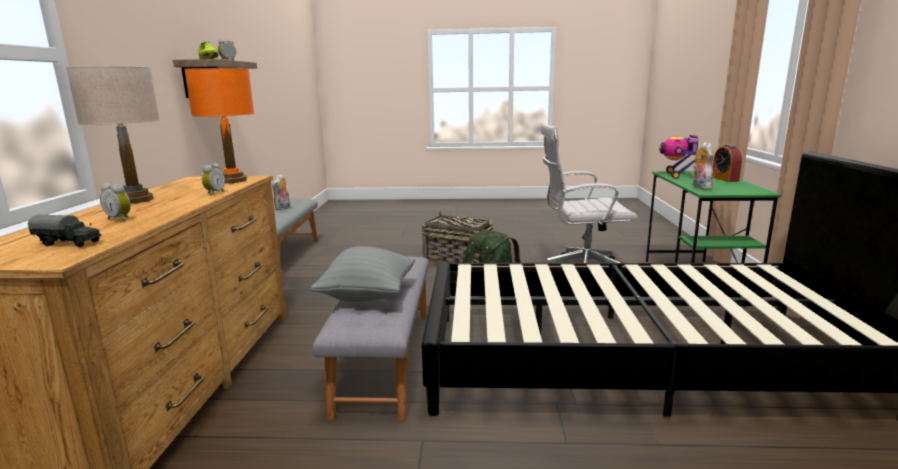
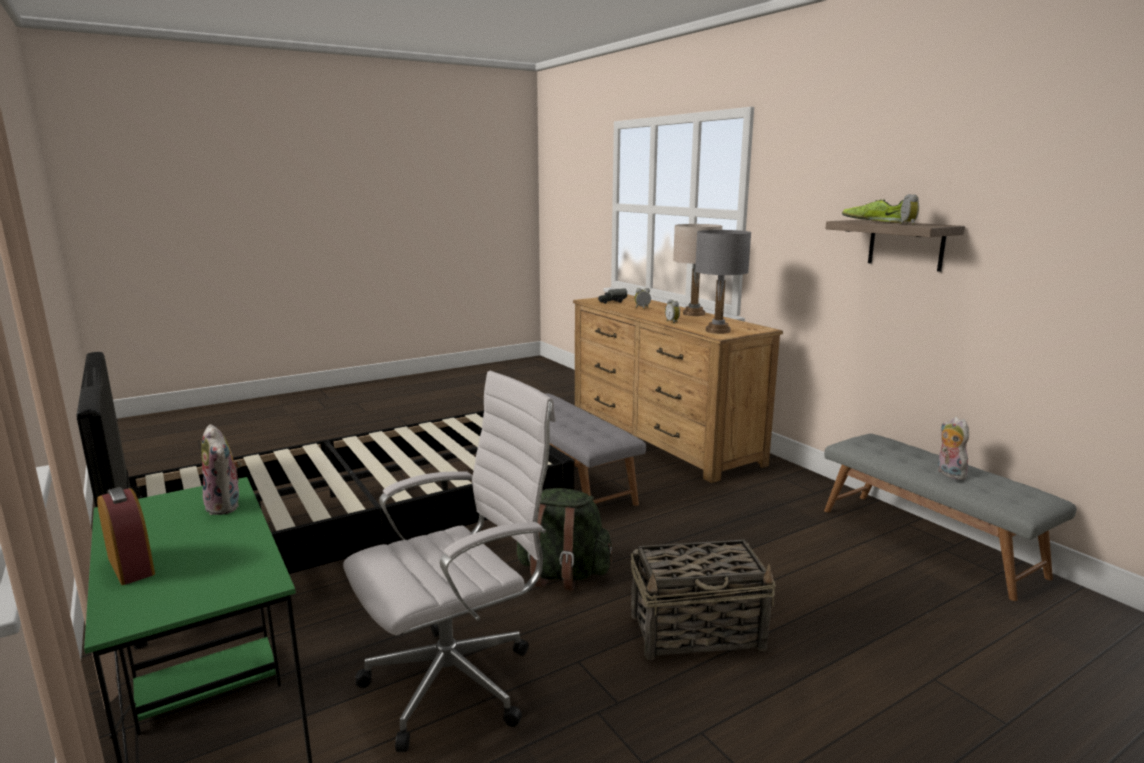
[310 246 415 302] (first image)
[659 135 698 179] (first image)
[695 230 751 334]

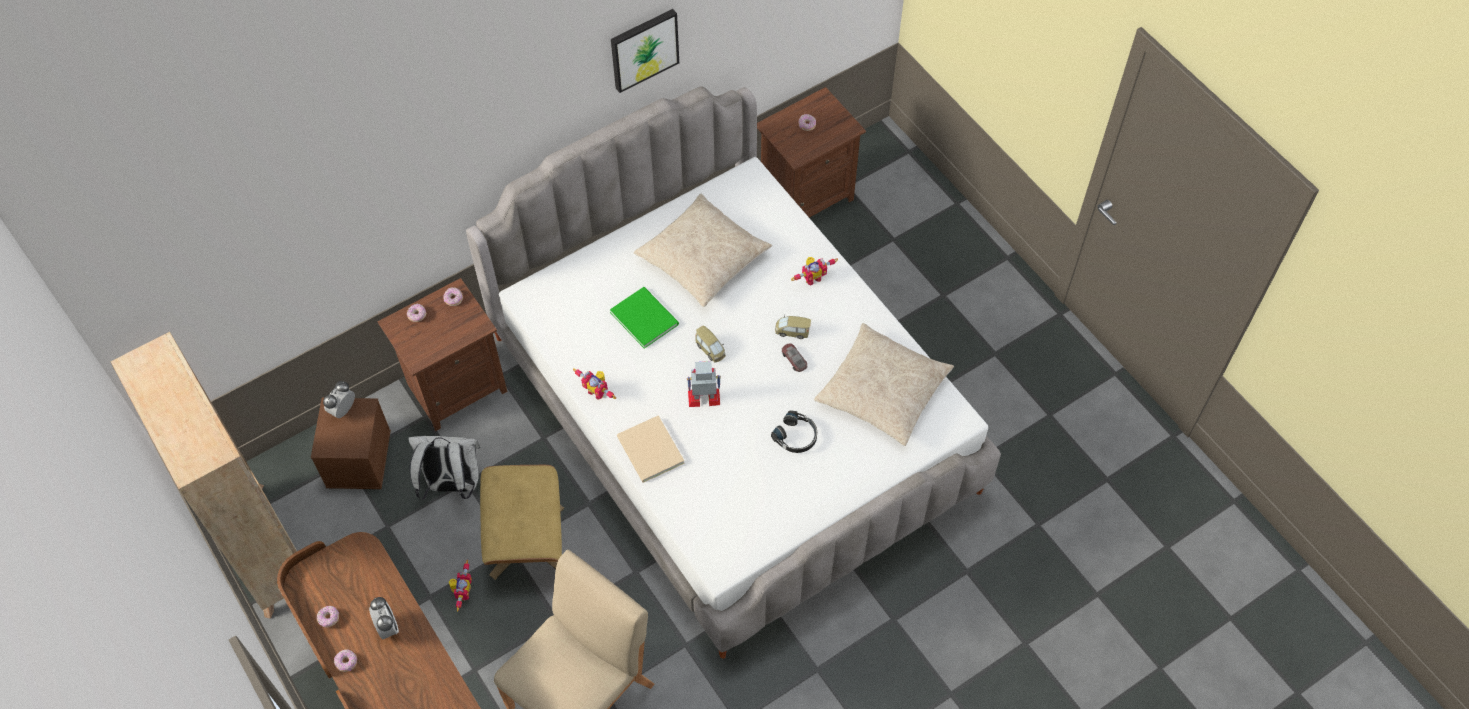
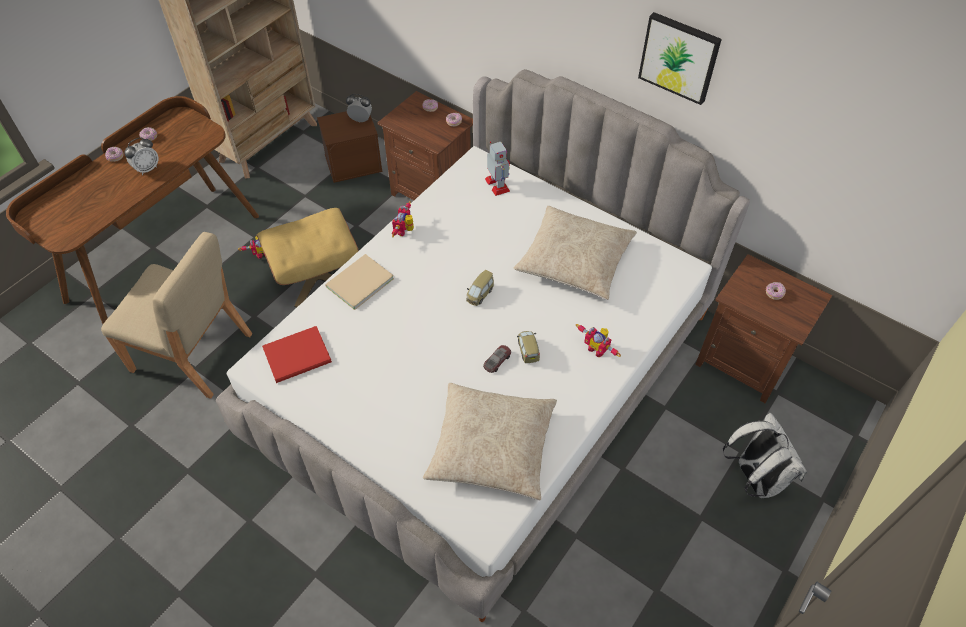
[610 287 679 349] (first image)
[771 410 817 453] (first image)
[262 326 332 383]
[723 413 807 498]
[485 141 510 196]

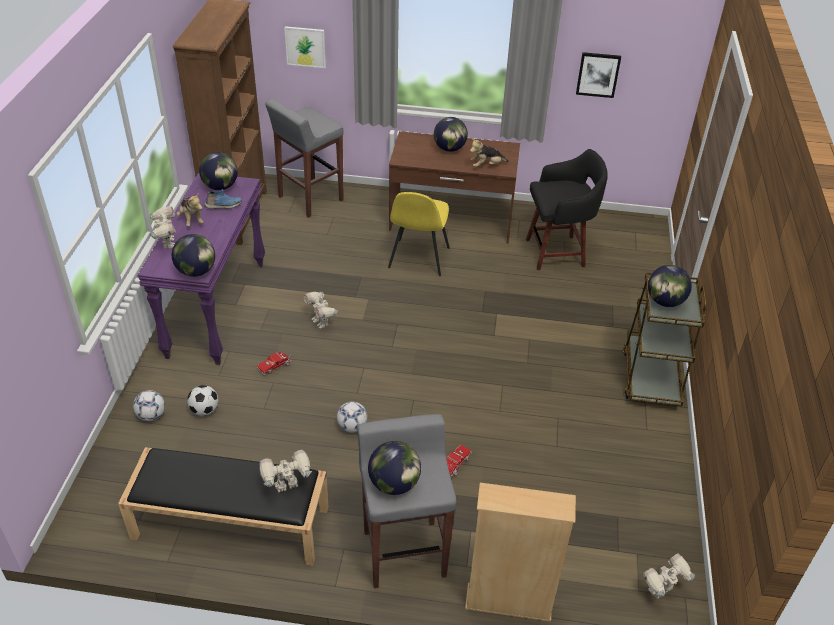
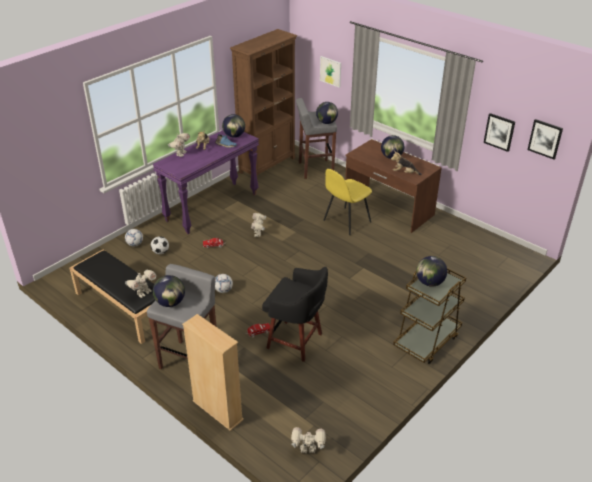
[527 119 563 159]
[316 102 338 124]
[262 267 328 362]
[125 270 156 298]

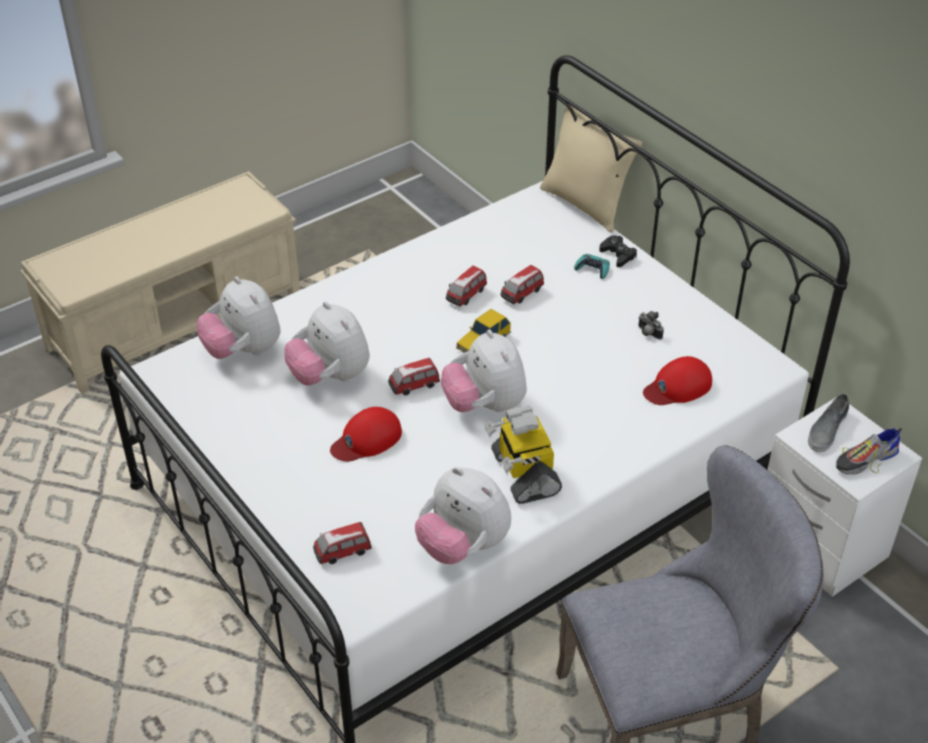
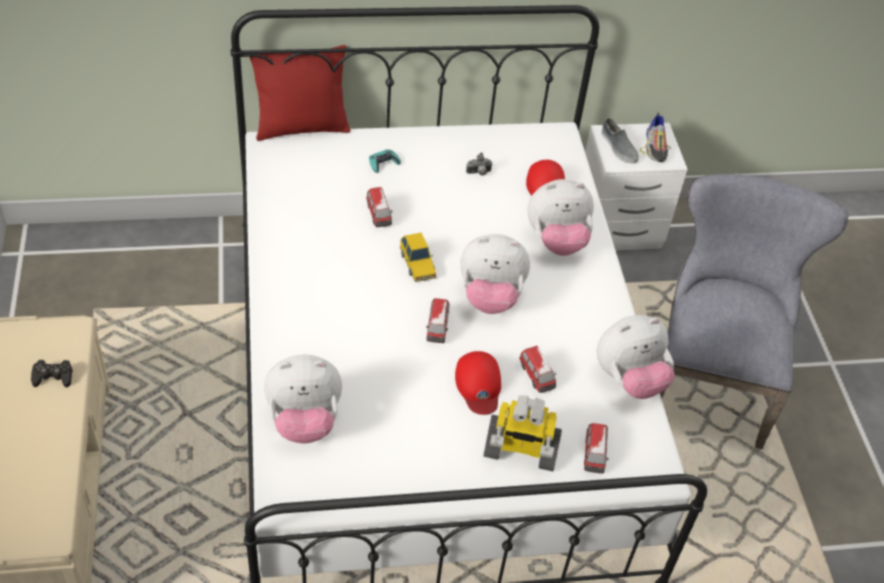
[527 179 594 256]
[520 346 556 393]
[483 396 562 472]
[31 360 73 388]
[250 45 350 141]

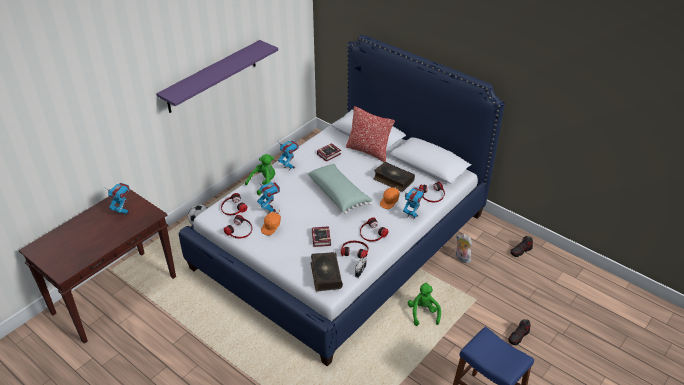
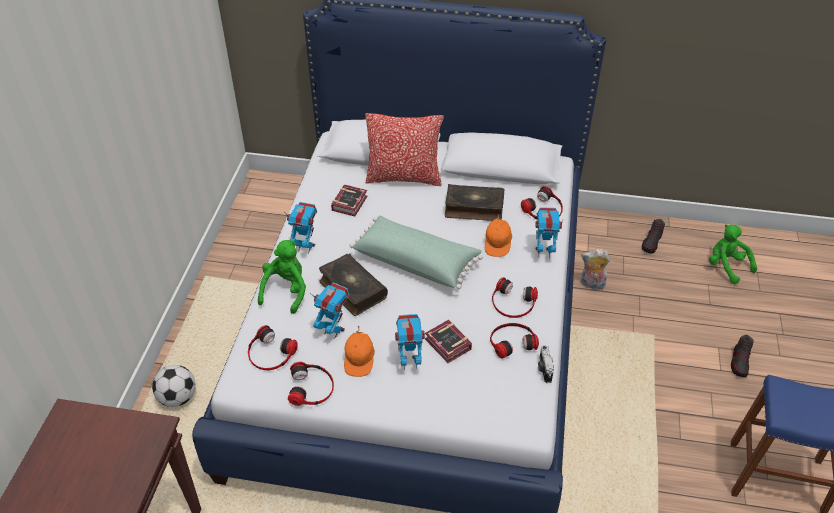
[156 40 278 113] (first image)
[395 314 425 370]
[319 253 388 316]
[709 224 757 284]

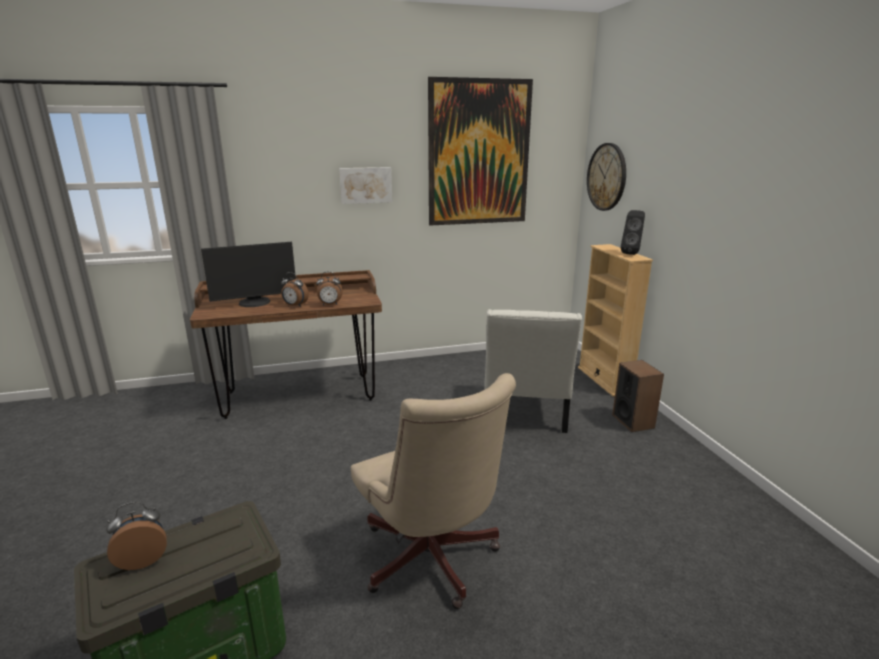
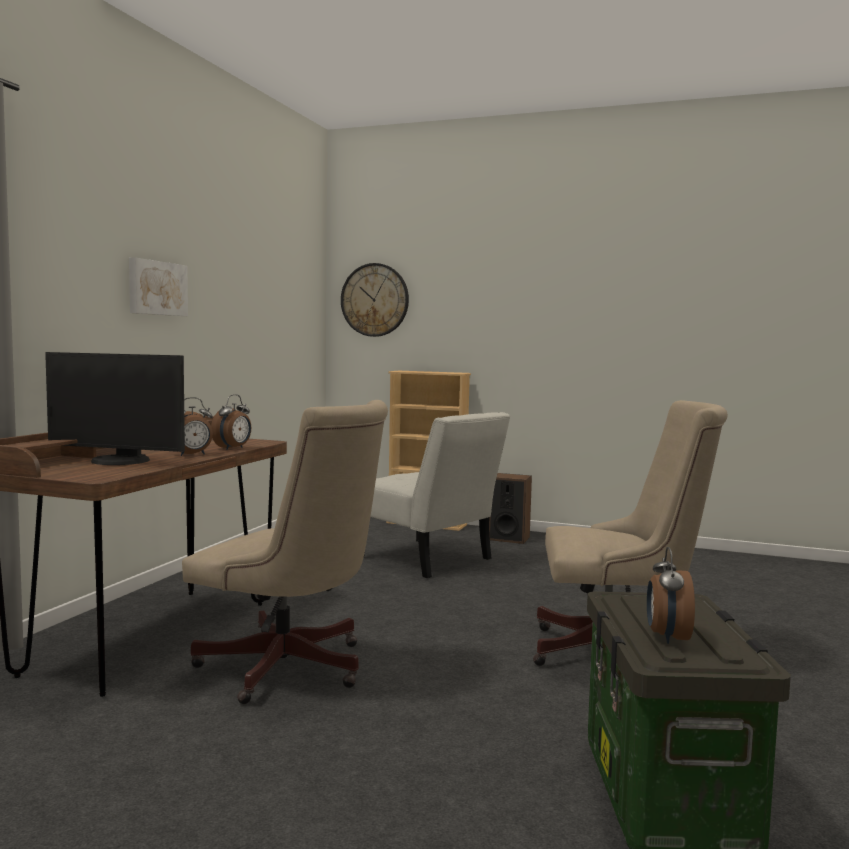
[428 77 533 226] (first image)
[621 210 645 255] (first image)
[182 400 388 704]
[45 352 185 465]

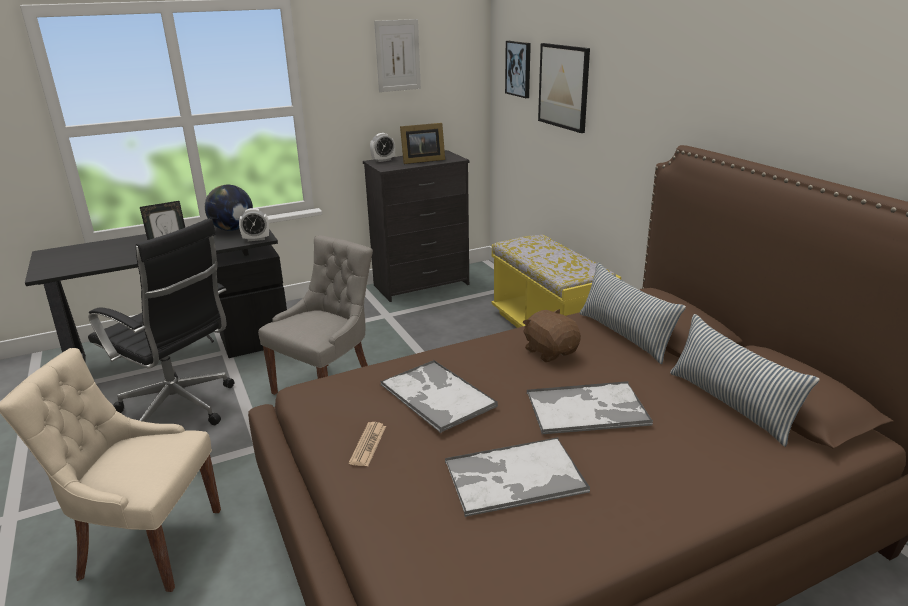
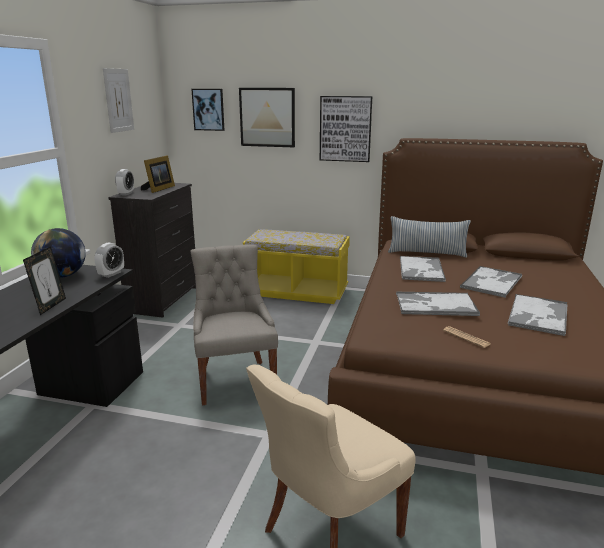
[88 218 234 425] (first image)
[670 314 820 447] (first image)
[320 96 372 162]
[400 256 446 282]

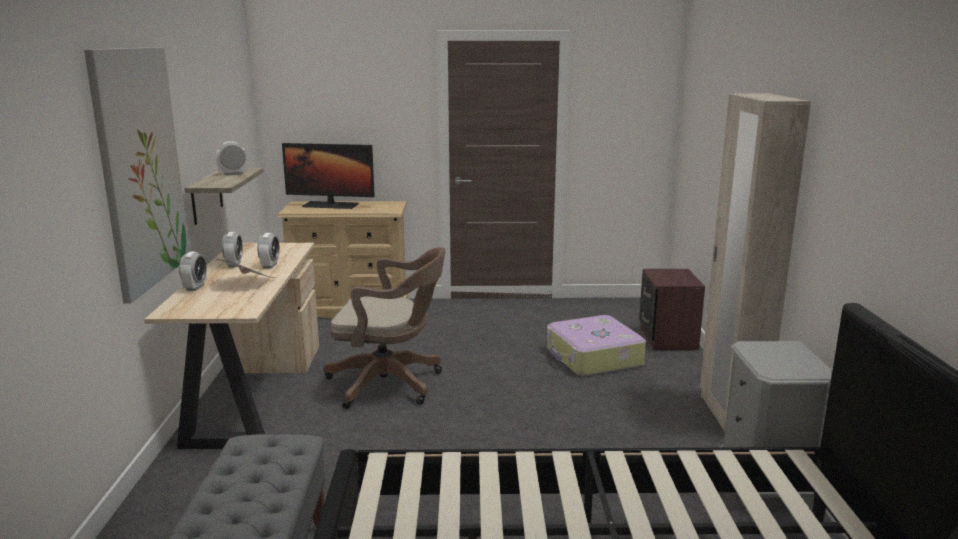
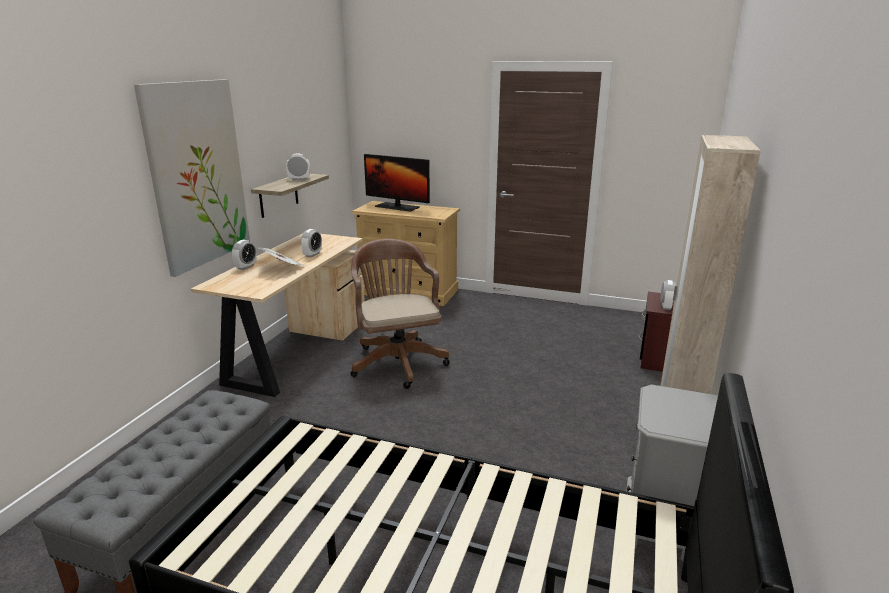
[547 315 646 376] (first image)
[661 280 676 310]
[350 239 450 389]

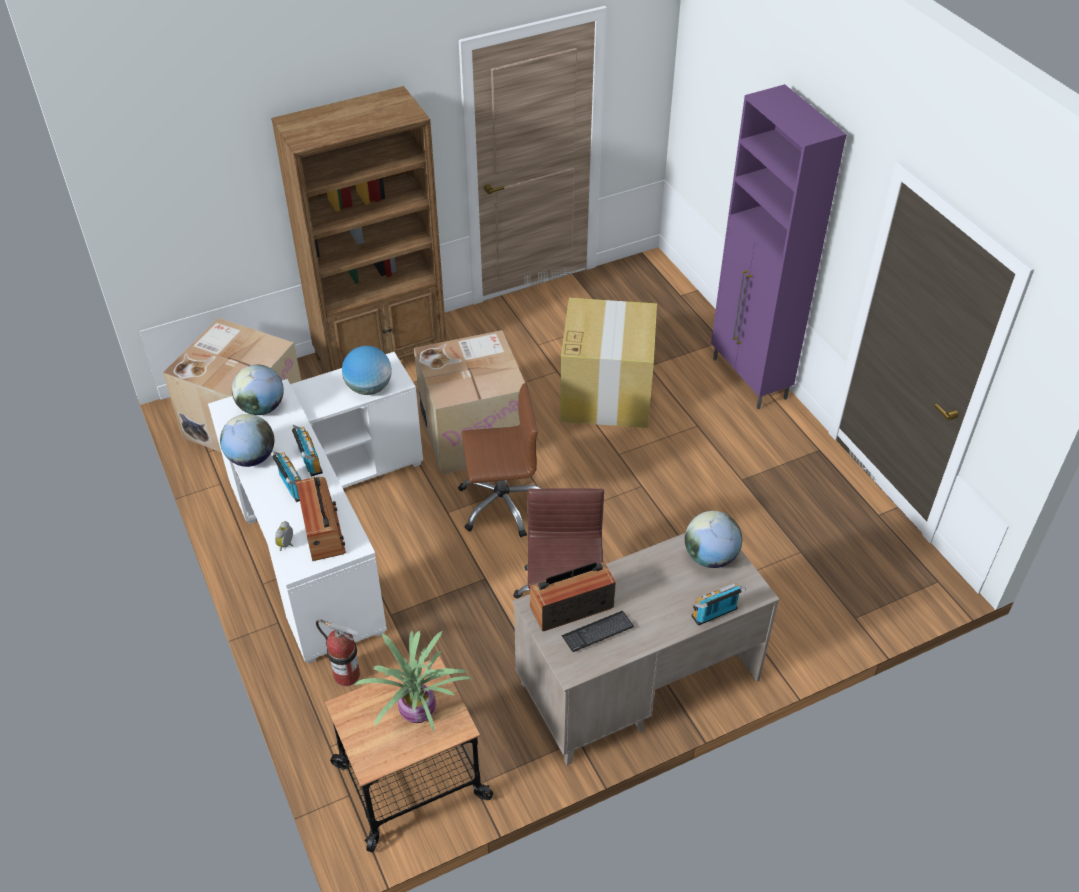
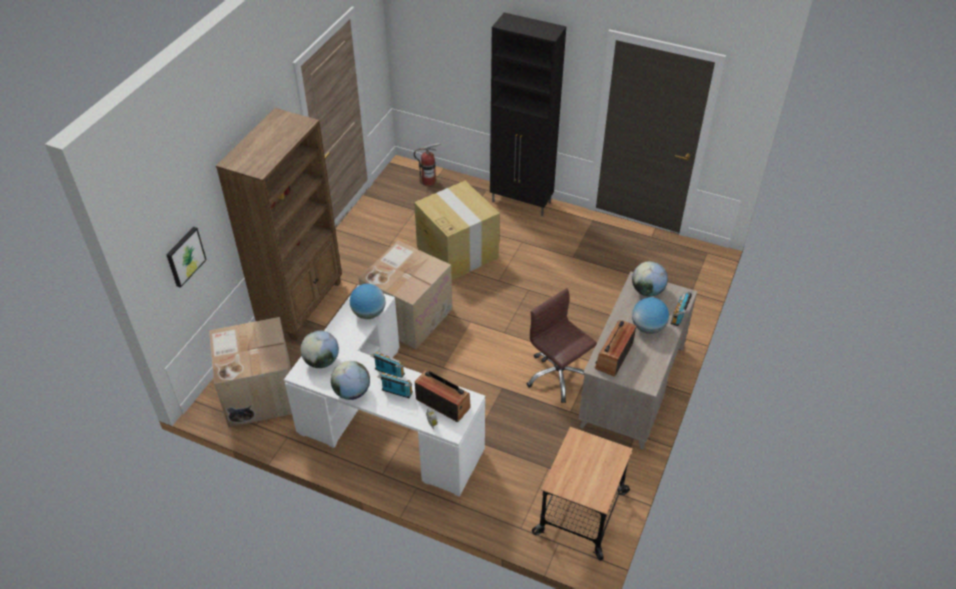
[354 631 473 731] (first image)
[458 383 542 538] (first image)
[561 611 634 652] (first image)
[166 227 207 288]
[632 297 669 334]
[414 143 440 186]
[490 12 566 216]

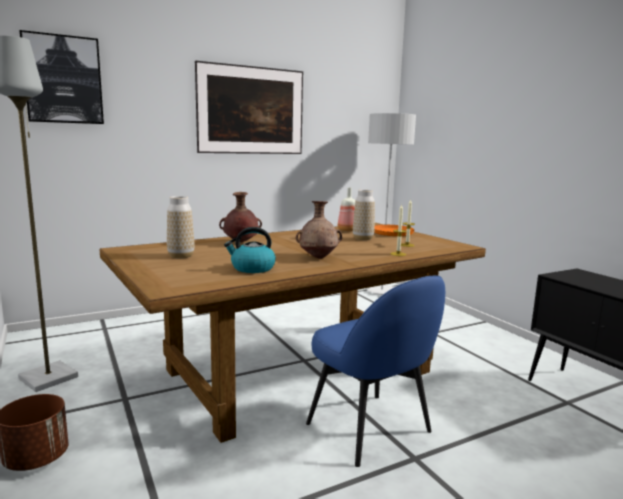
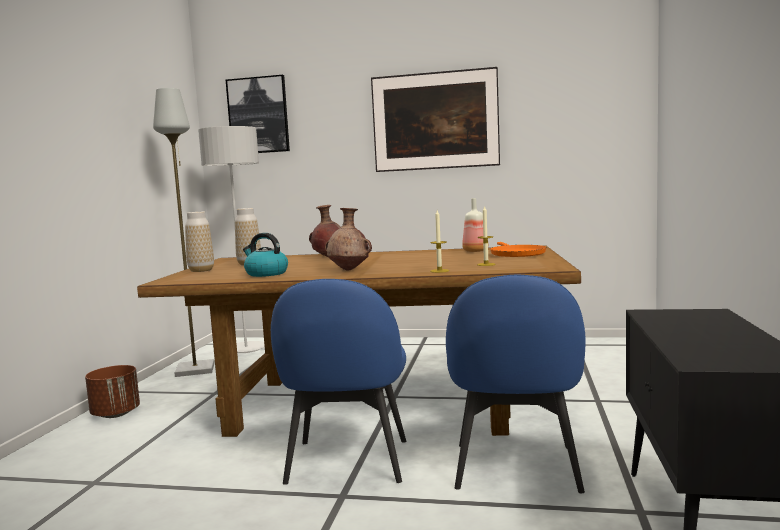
[446 275 586 493]
[185 212 214 272]
[198 126 265 353]

